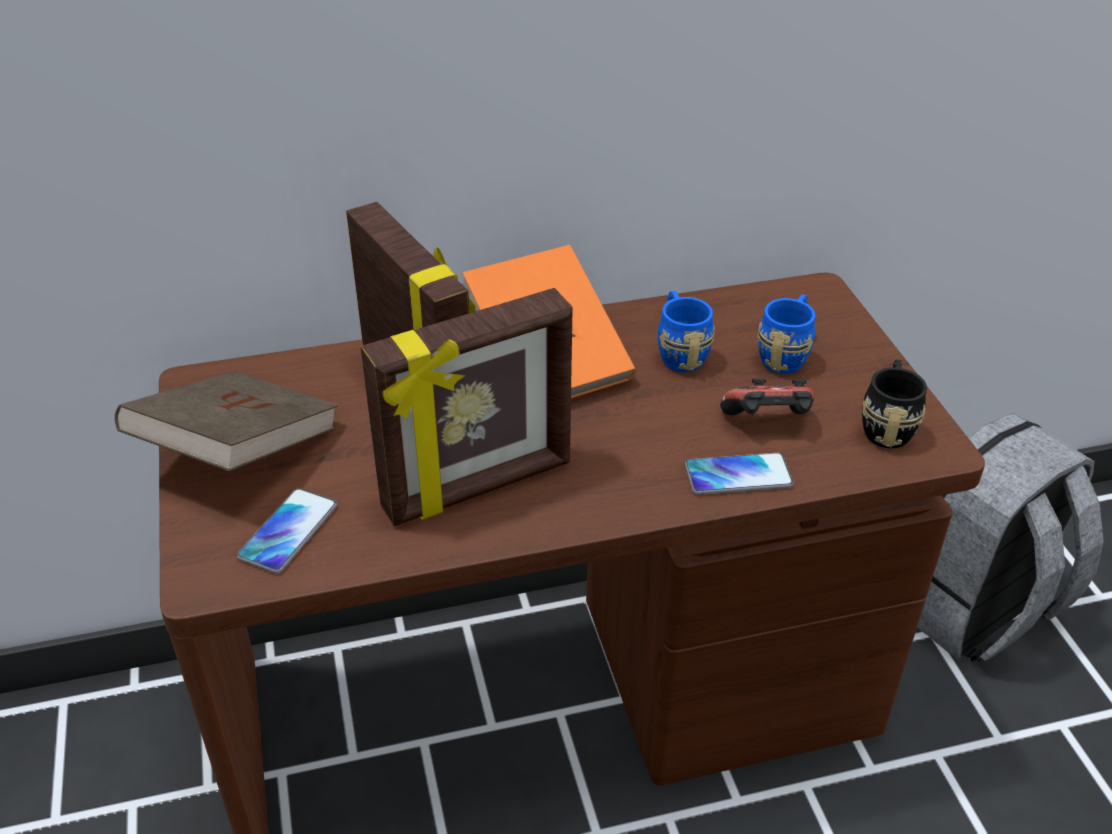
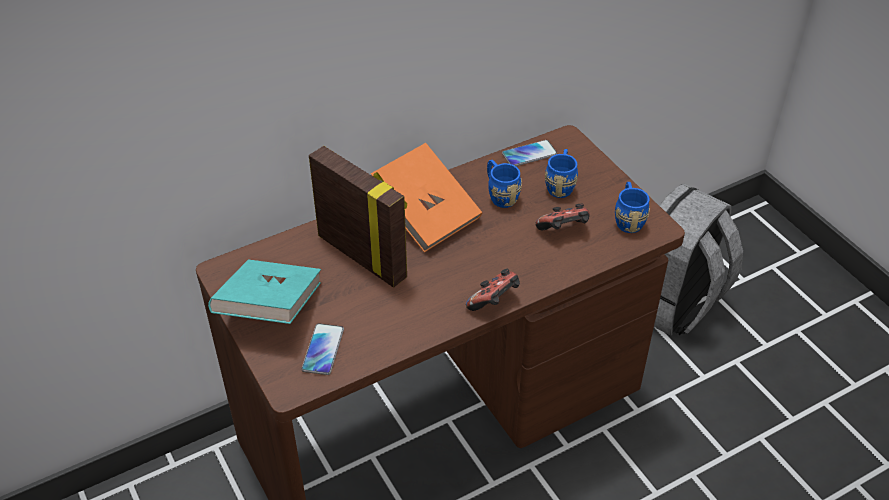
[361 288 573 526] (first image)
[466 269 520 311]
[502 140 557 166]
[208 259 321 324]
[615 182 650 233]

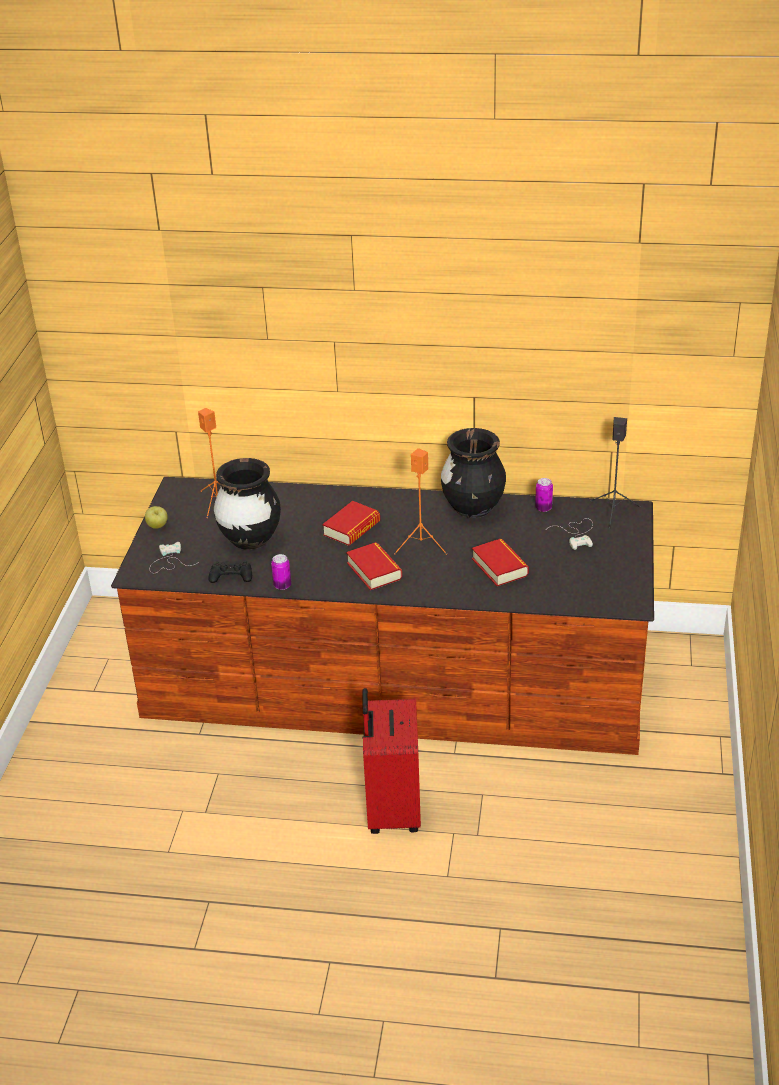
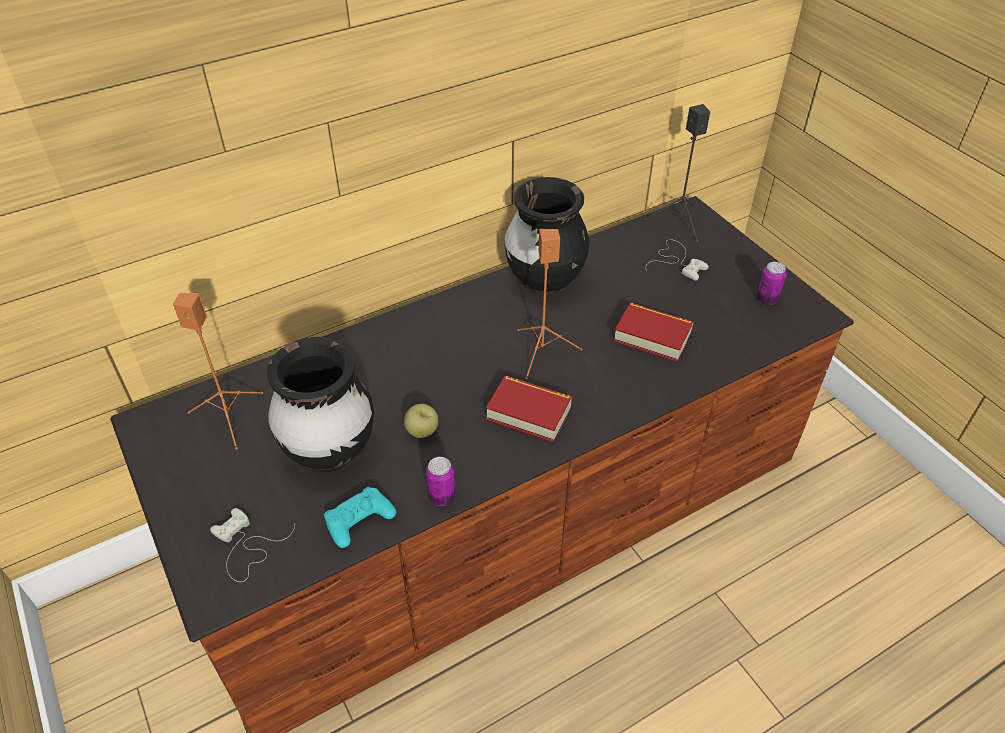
[322 501 380 546] (first image)
[363 688 421 834] (first image)
[404 404 438 438]
[757 262 786 305]
[324 487 396 548]

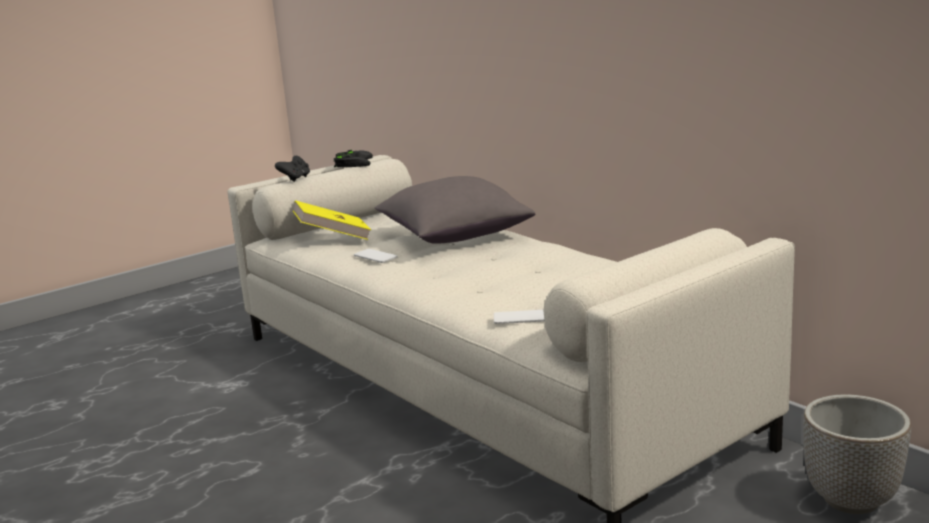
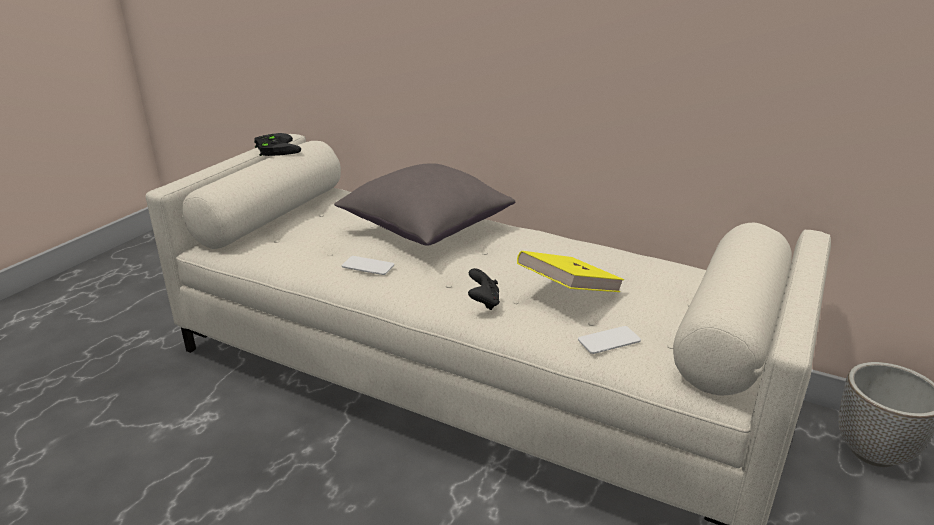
[468 268 500 310]
[517 251 624 292]

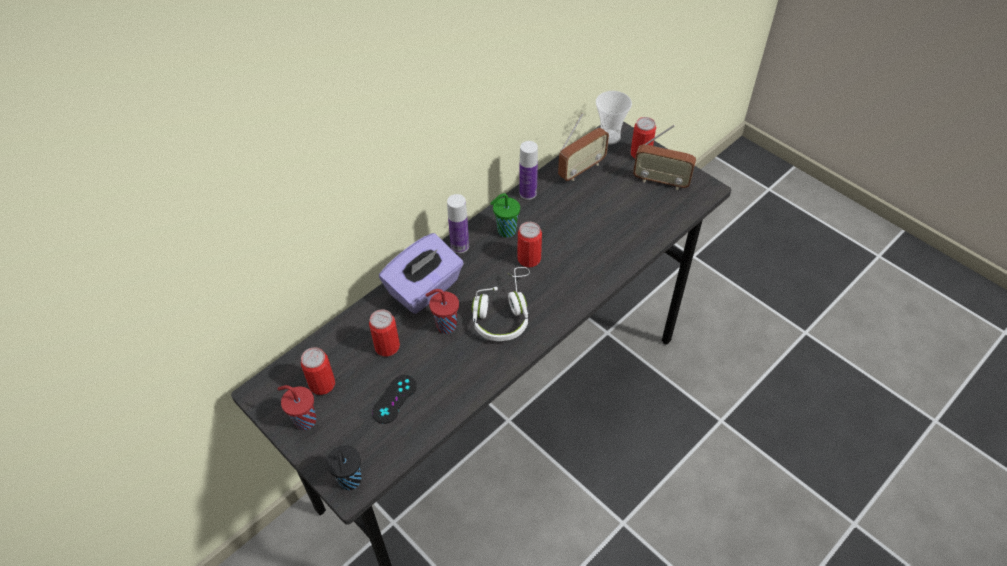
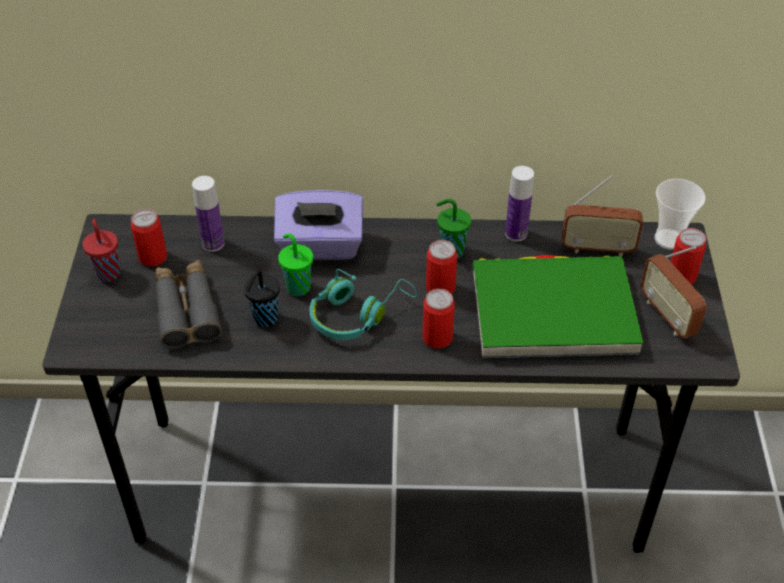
[473 255 643 358]
[244 270 280 327]
[422 289 455 349]
[192 176 225 252]
[155 260 222 349]
[278 234 313 296]
[309 269 417 340]

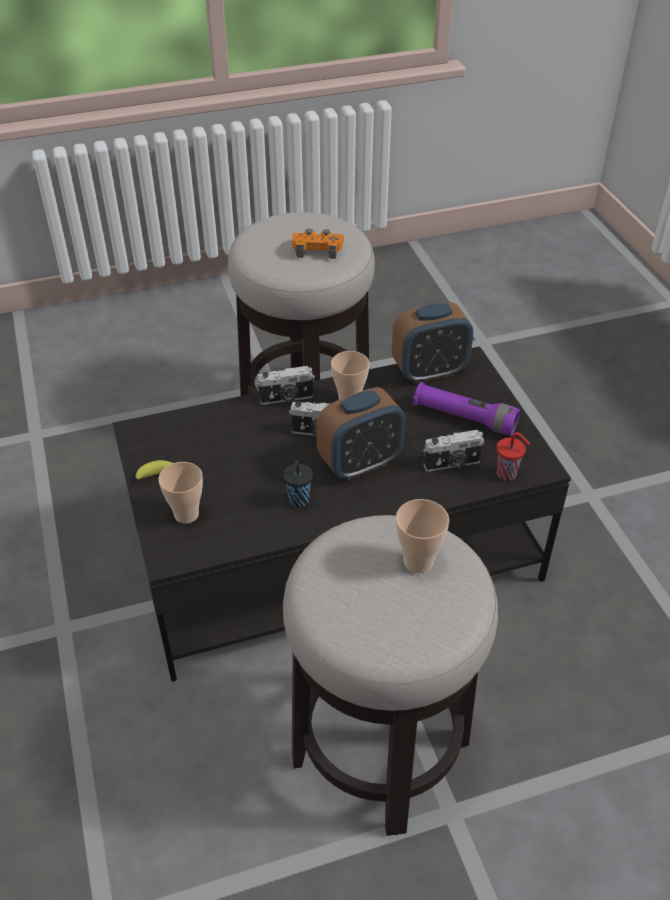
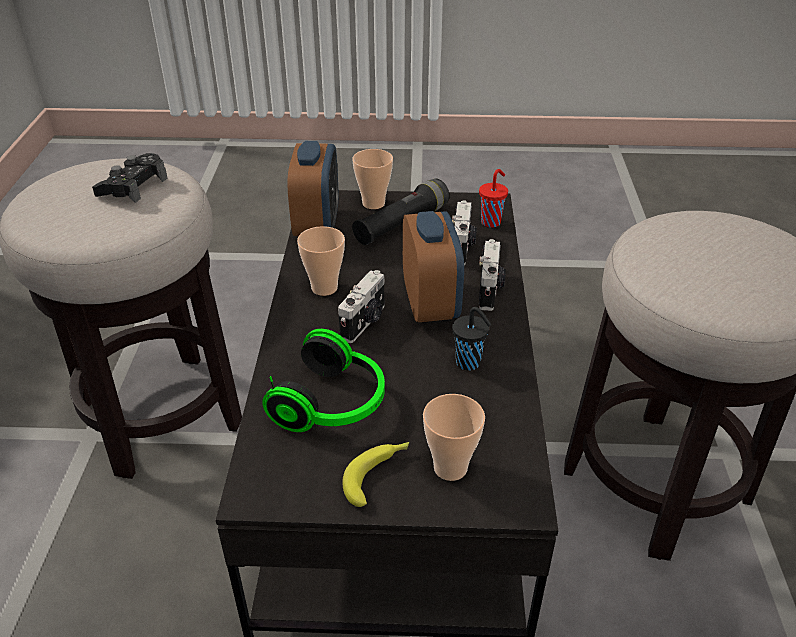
[262 329 385 432]
[479 239 506 311]
[352 149 393 209]
[92 153 168 203]
[352 178 449 245]

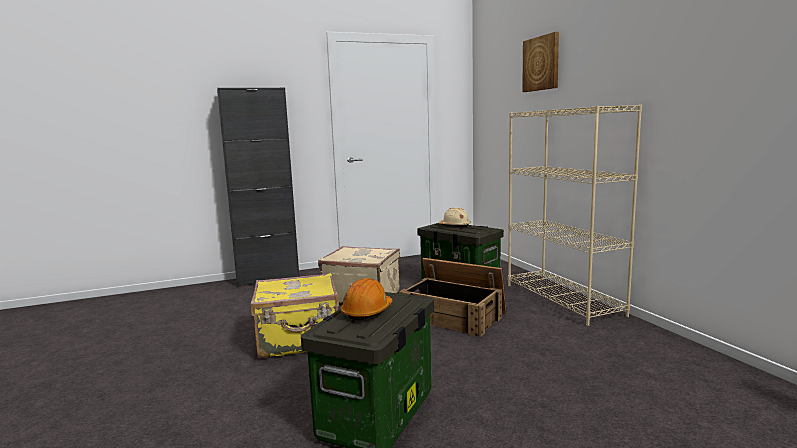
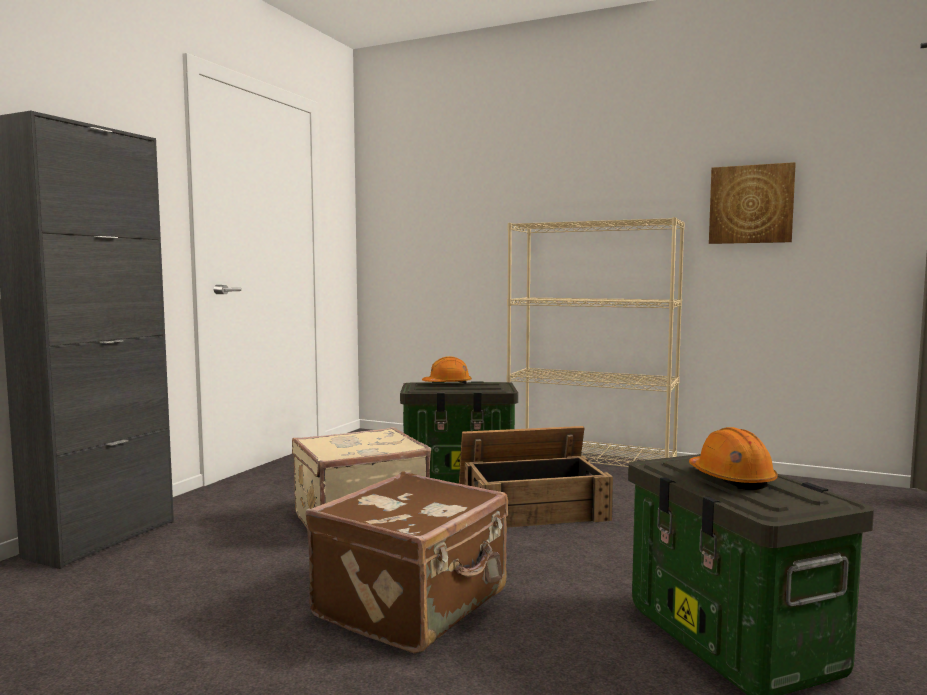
[709 162 796 244]
[305 472 508 654]
[422 356 472 385]

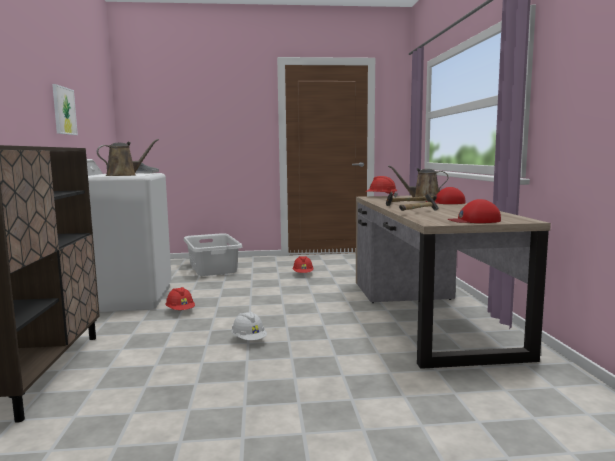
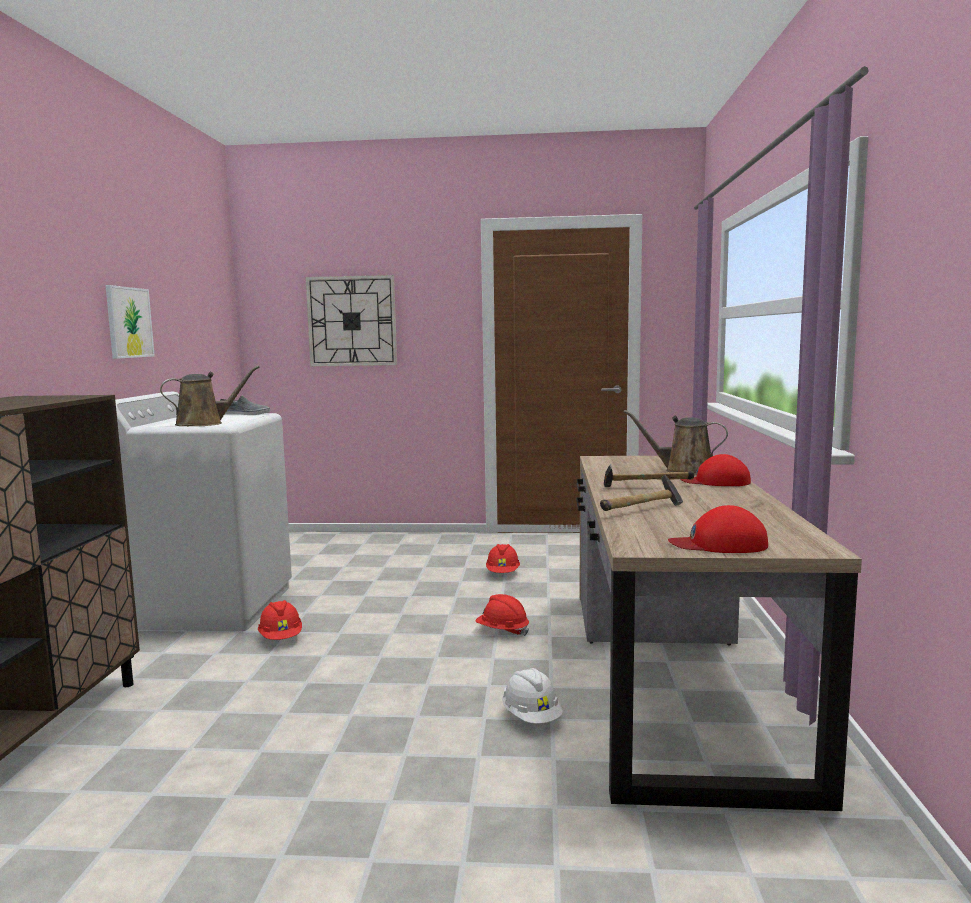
[184 233 242 276] (first image)
[305 275 397 367]
[502 668 563 724]
[476 594 529 636]

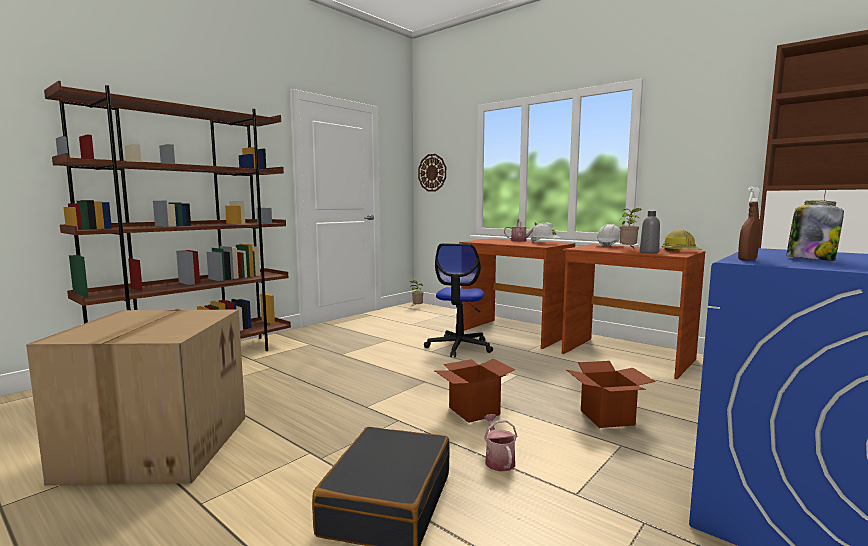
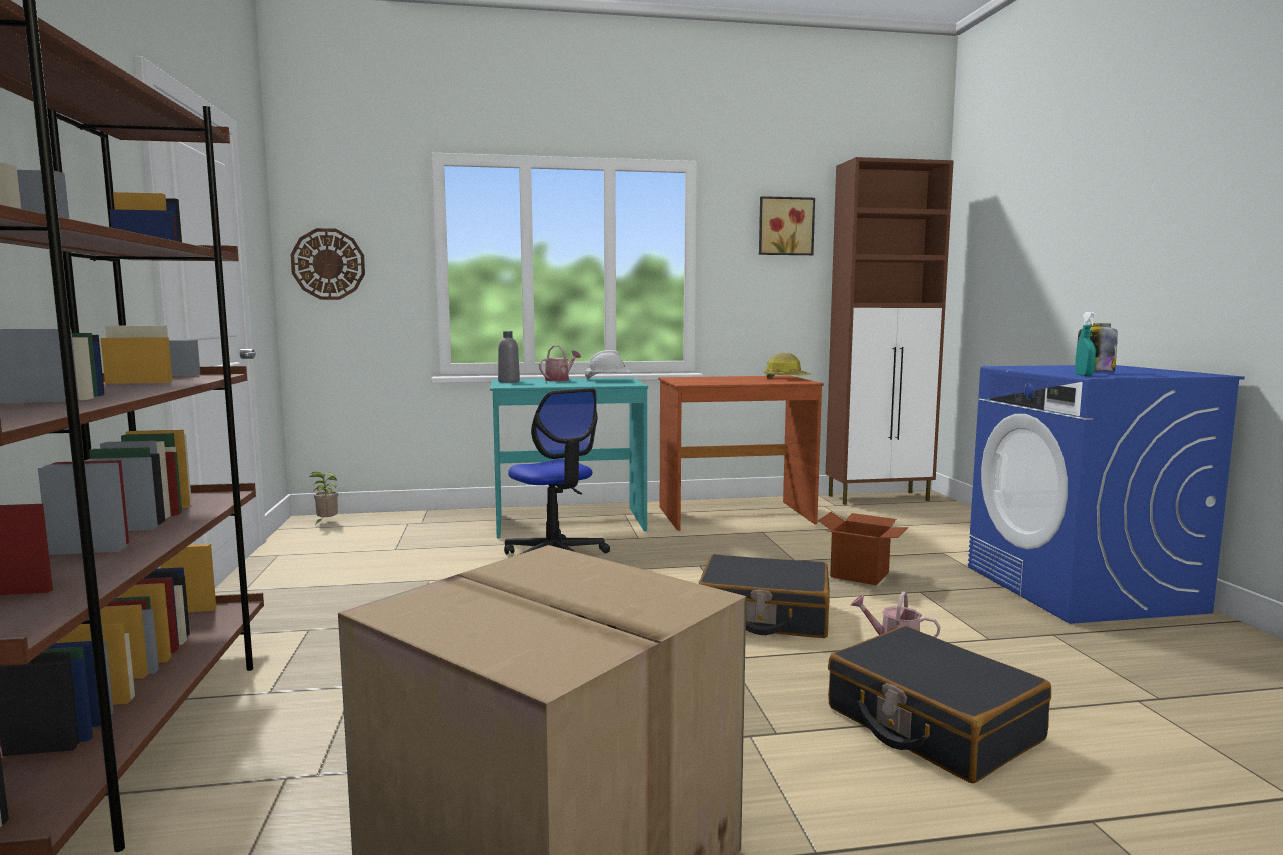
[596 224 620 247] (first image)
[620 208 641 249] (first image)
[759 196 815 255]
[498 331 520 383]
[698 554 830 638]
[490 377 648 538]
[1075 312 1096 376]

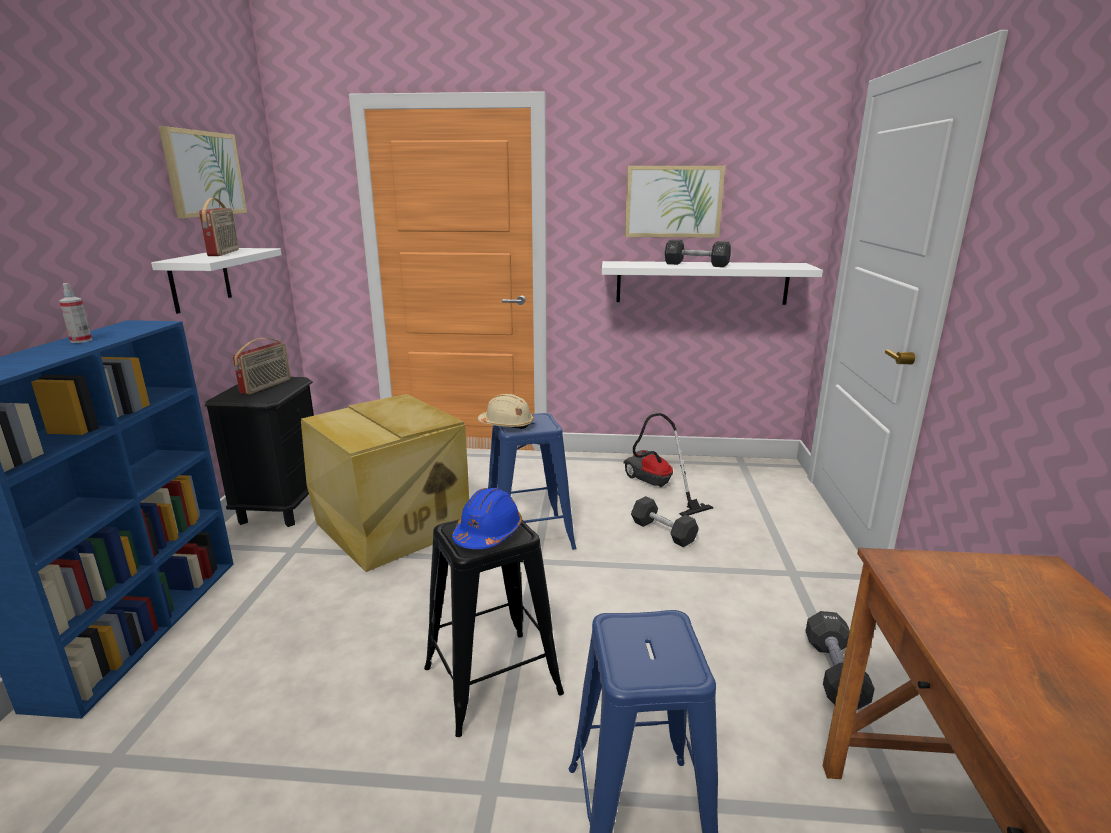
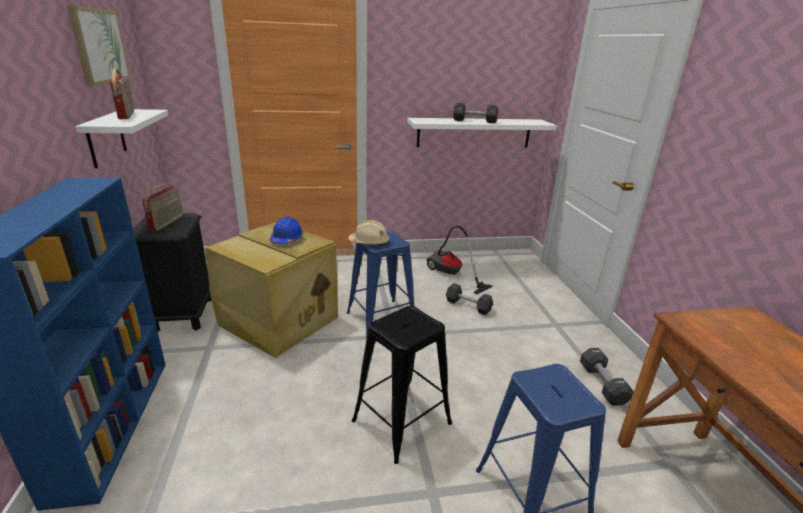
[59 283 92 343] (first image)
[625 166 725 238] (first image)
[270 217 303 244]

